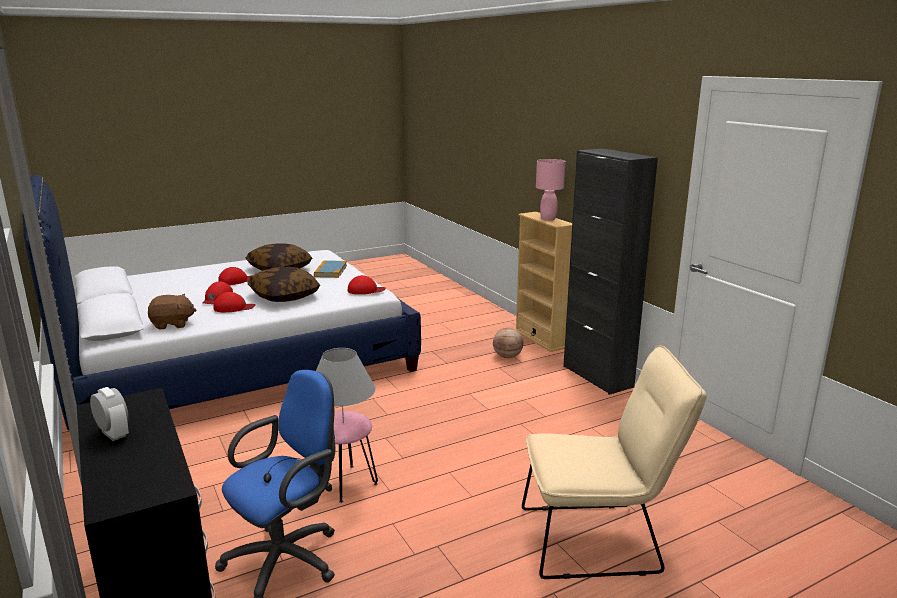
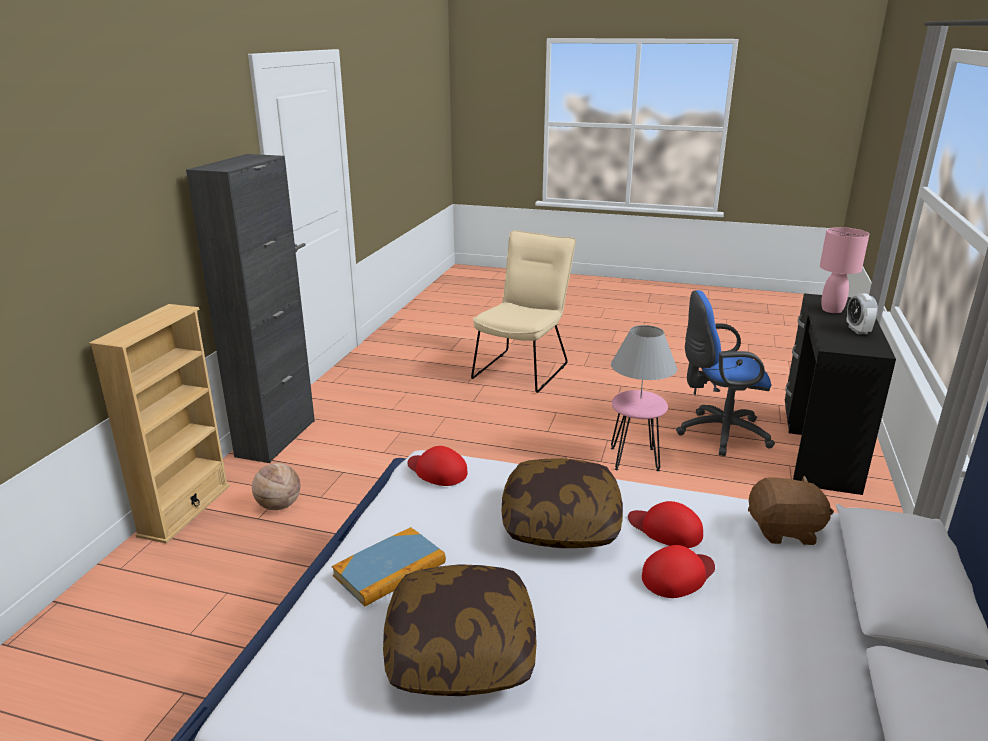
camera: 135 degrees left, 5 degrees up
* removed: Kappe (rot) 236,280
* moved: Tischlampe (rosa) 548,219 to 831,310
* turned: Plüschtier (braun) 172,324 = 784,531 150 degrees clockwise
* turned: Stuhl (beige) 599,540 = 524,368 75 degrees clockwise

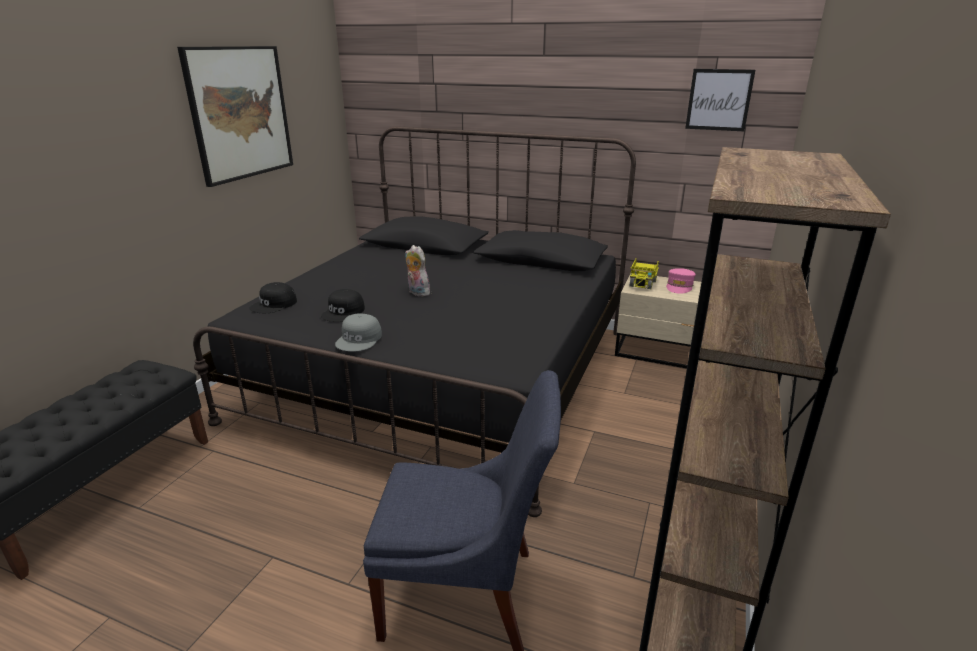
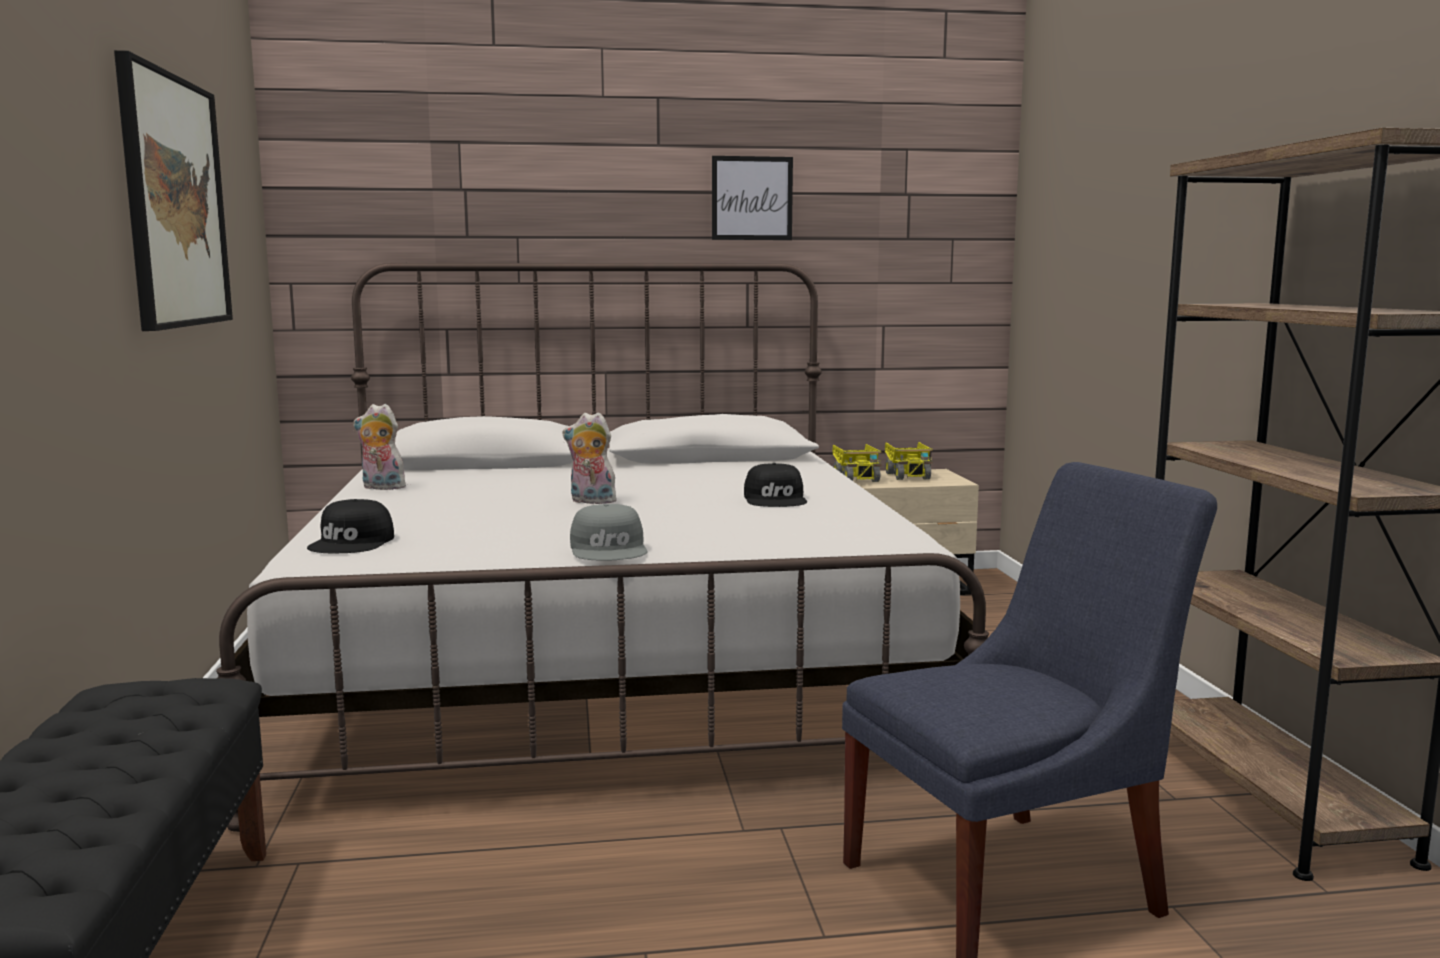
camera: 30 degrees left, 15 degrees down
* added: Plüschtier 381,488
* moved: Kappe (schwarz) 344,312 to 776,499
* moved: Bild 719,100 to 752,198
* replaced: Kappe (rosa) 679,286 to Spielzeuglaster 908,475
* recoloured: Bett (schwarz) 442,372 to Bett (weiß) 607,667

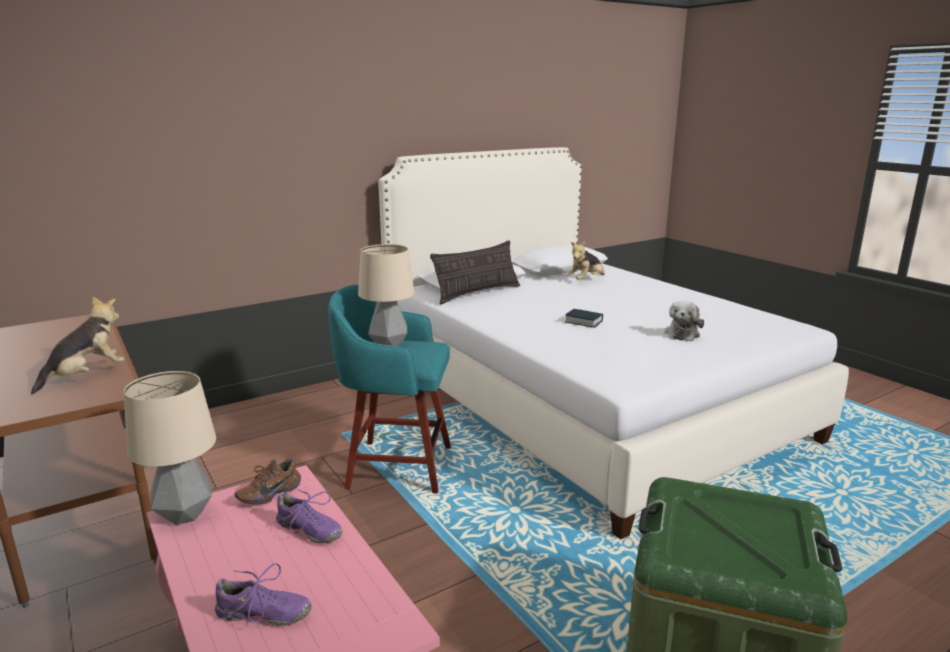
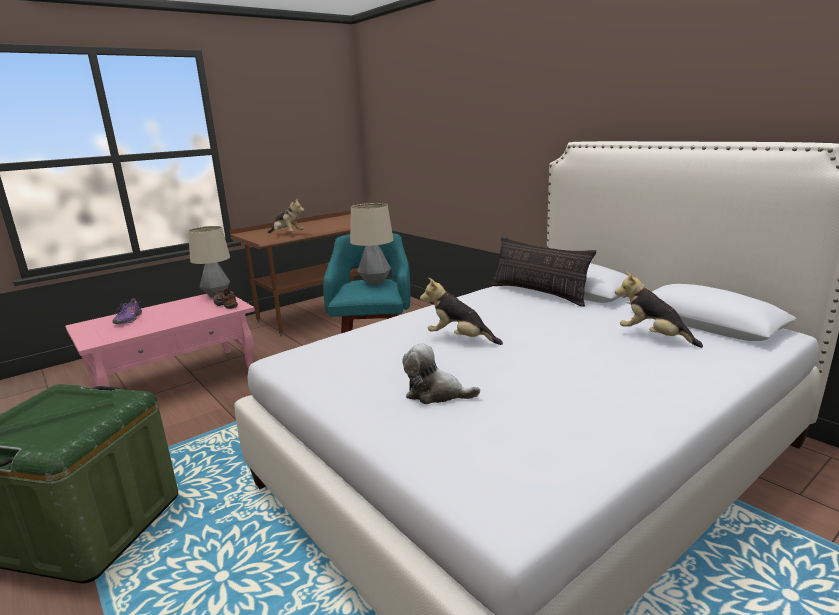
camera: 85 degrees right, 0 degrees up
* removed: Schuh (lila) 309,531
* replaced: Buch 583,322 to Plüschtier 459,339

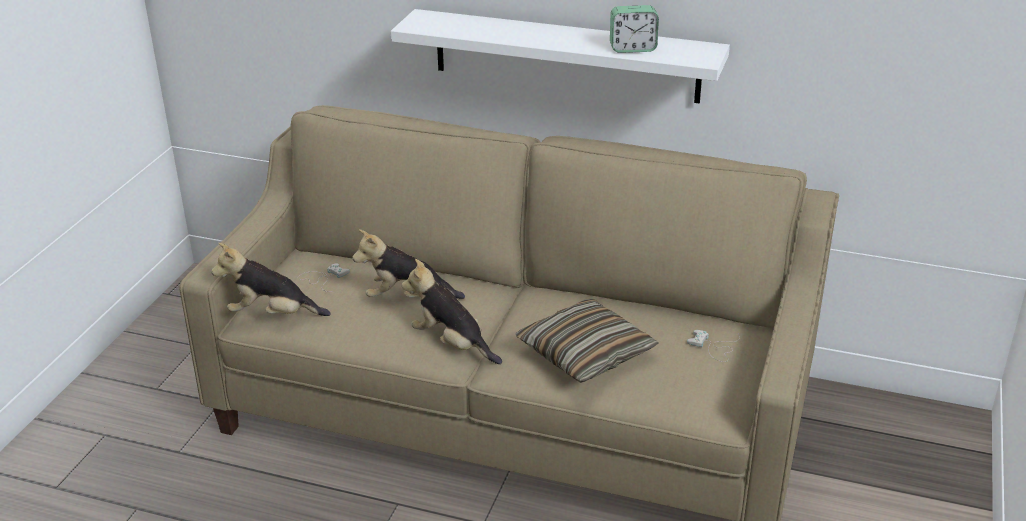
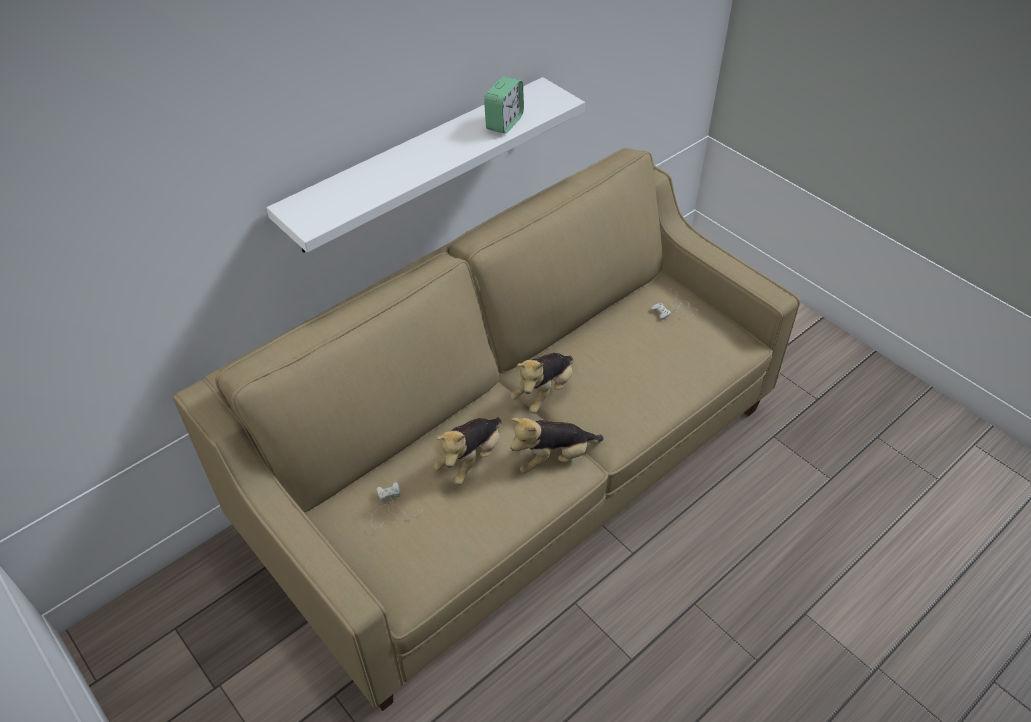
camera: 60 degrees left, 15 degrees up
* removed: Kissen 585,353
* moved: Plüschtier 272,314 to 544,392

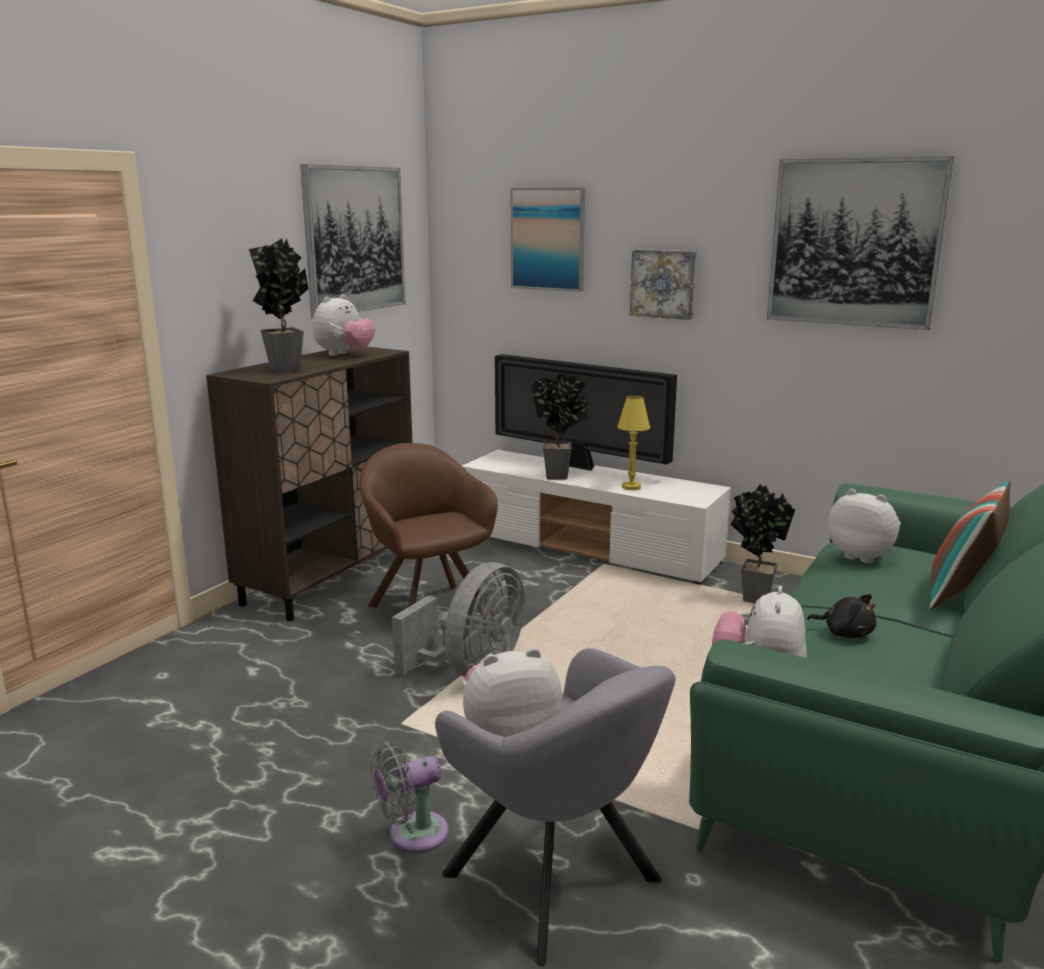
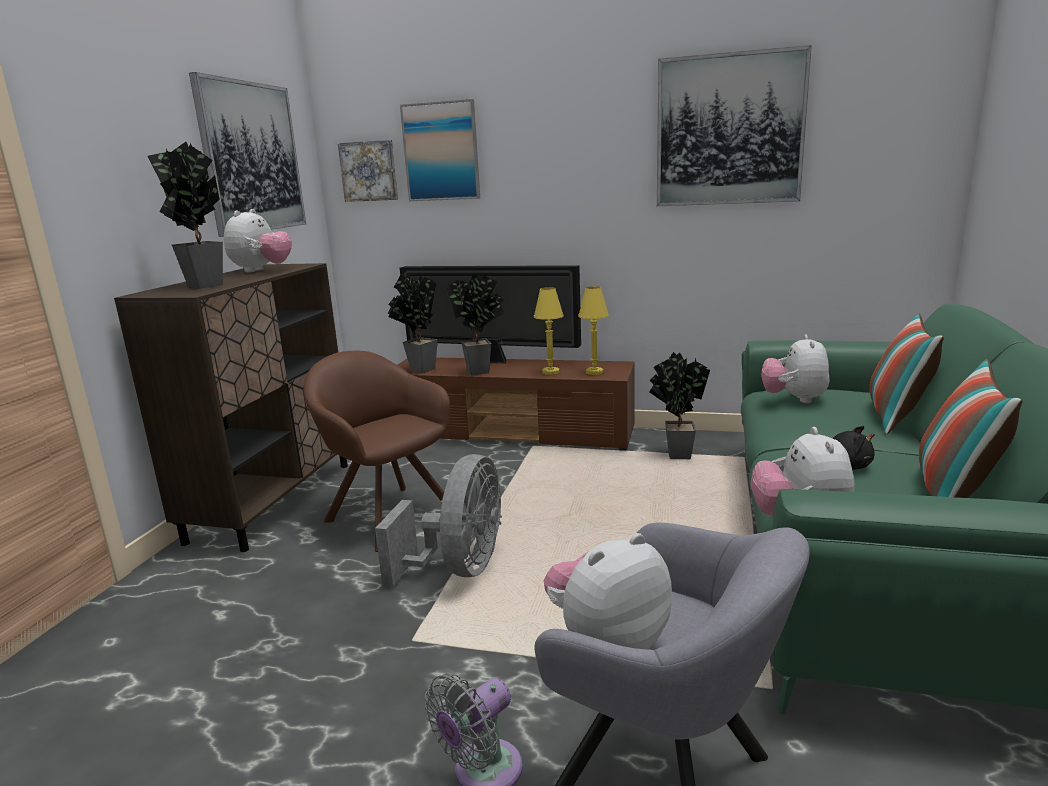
camera: 15 degrees left, 0 degrees up
* added: Topfpflanze 418,370
* added: Tischlampe (gelb) 594,372
* added: Kissen 954,495
* moved: Bild 663,283 to 369,171
* recoloured: Fernsehschrank (weiß) 591,548 to Fernsehschrank (braun) 514,434
* turned: Plüschtier 862,556 = 794,399 105 degrees counterclockwise

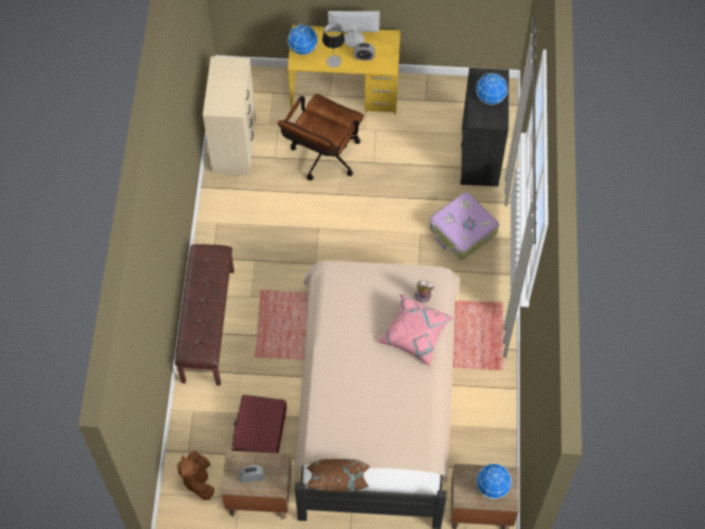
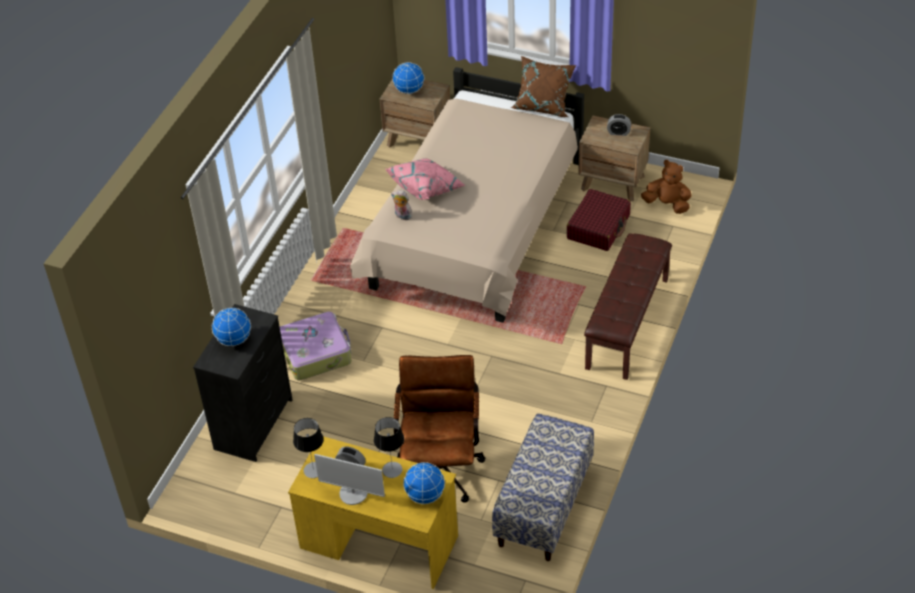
camera: 160 degrees left, 15 degrees down
* added: Tischlampe 313,470
* replaced: Kommode (beige) 235,146 to Bank 544,506
* turned: Plüschtier (braun) 198,480 = 667,204 75 degrees counterclockwise
* turned: Bürostuhl (braun) 322,159 = 440,465 45 degrees counterclockwise

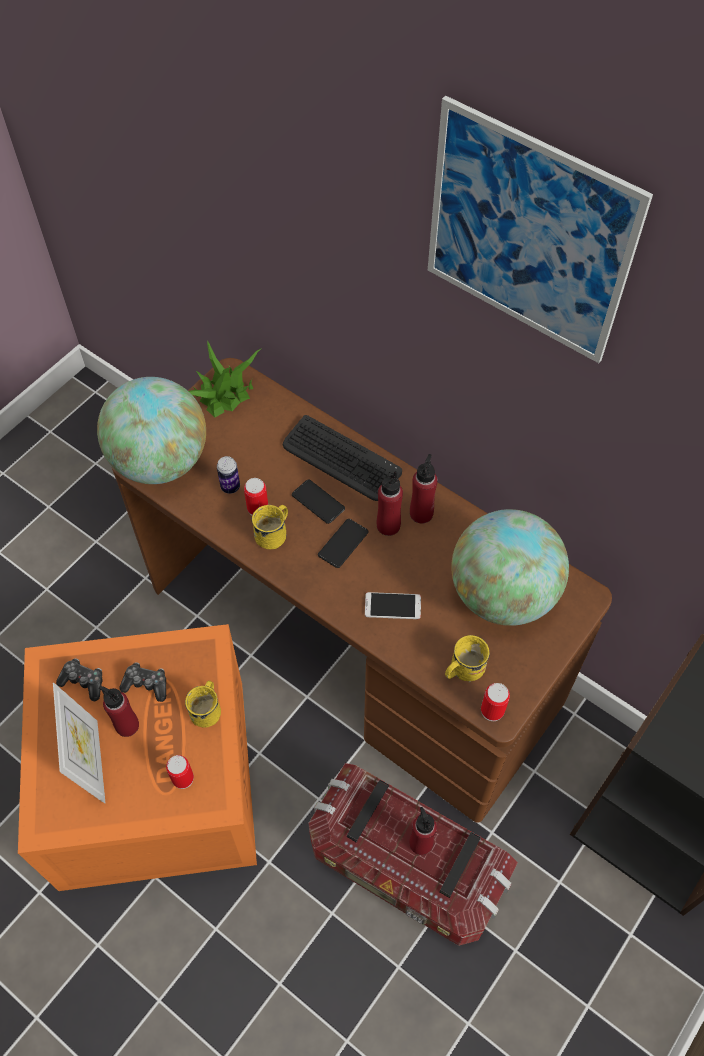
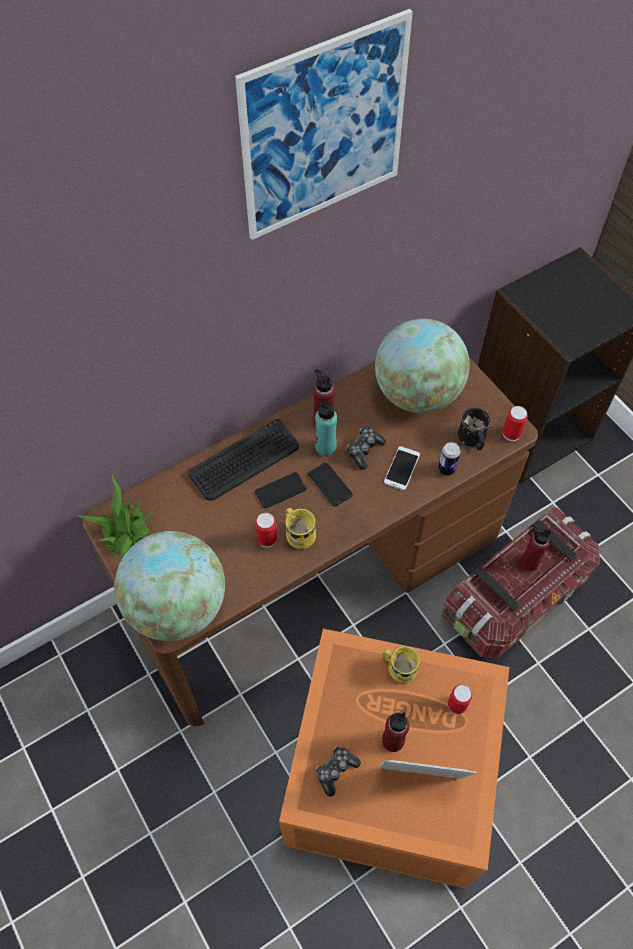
camera: 70 degrees left, 0 degrees up
* moved: Gamepad 146,684 to 364,450
* moved: Dose 230,487 to 446,469
* recoloured: Flasche (rot) 388,525 to Flasche (türkis) 325,447
* recoloured: Henkelbecher (gelb) 462,669 to Henkelbecher (schwarz) 472,440

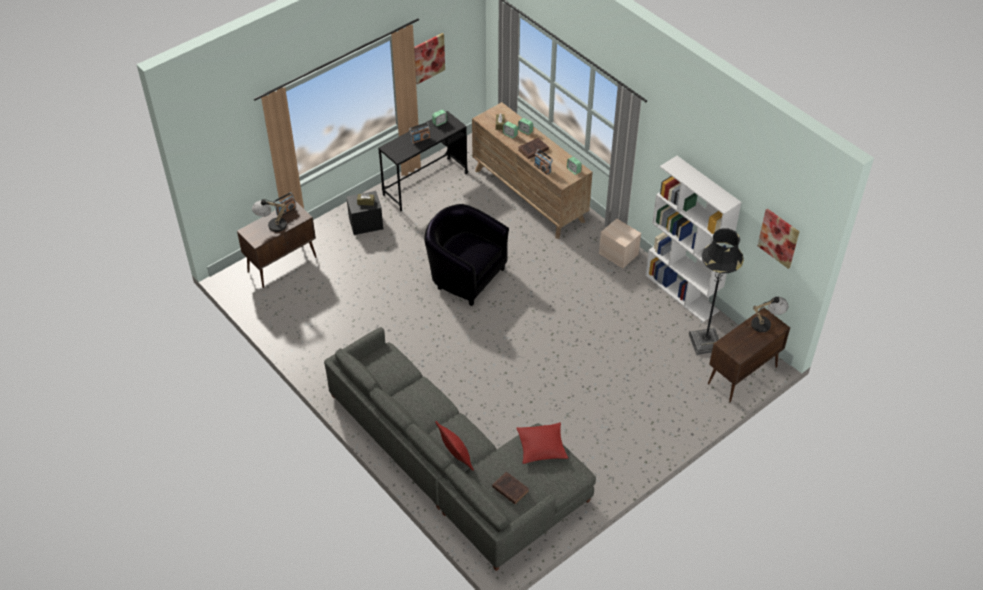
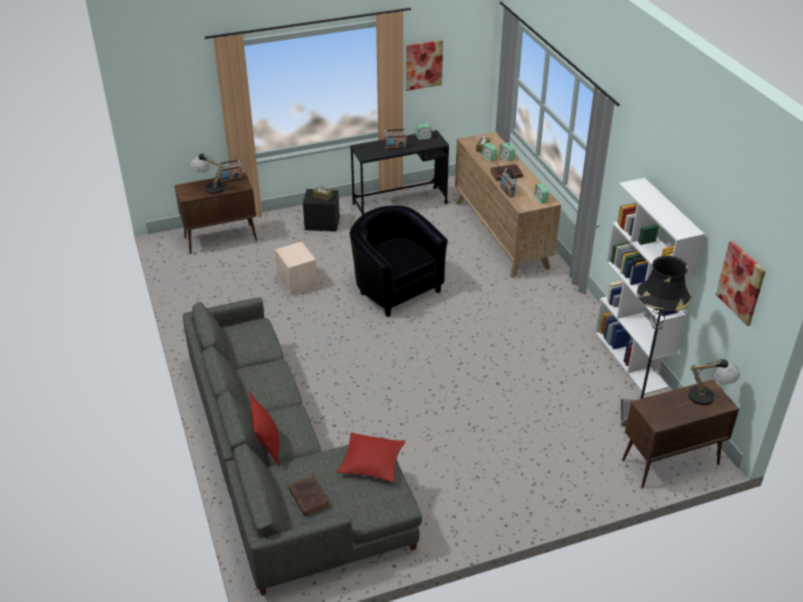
camera: 20 degrees right, 10 degrees down
* moved: Aufbewahrungsbox (beige) 619,253 to 298,282

